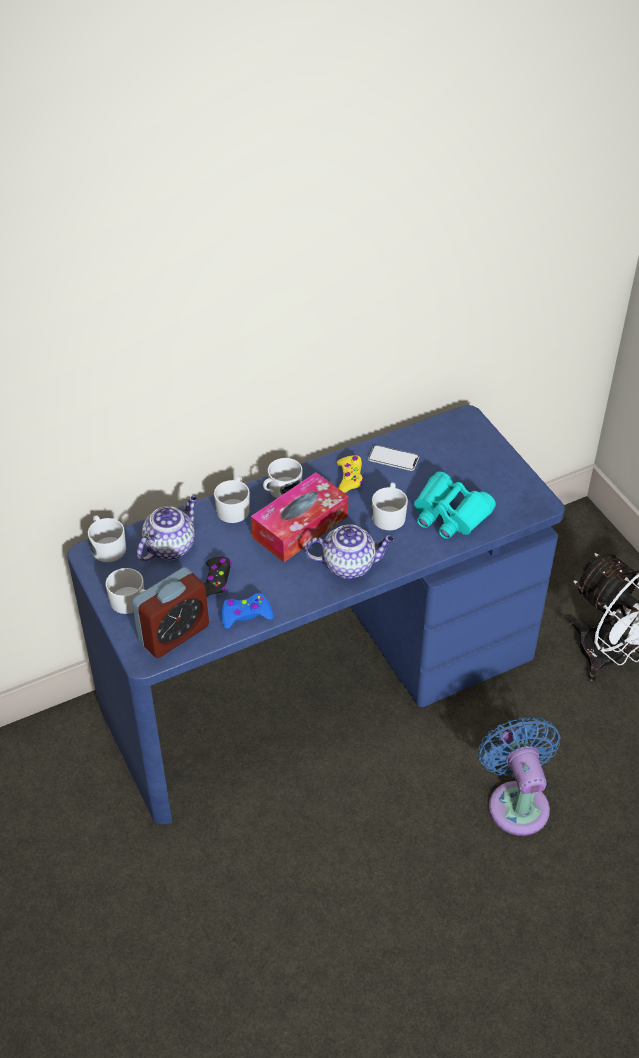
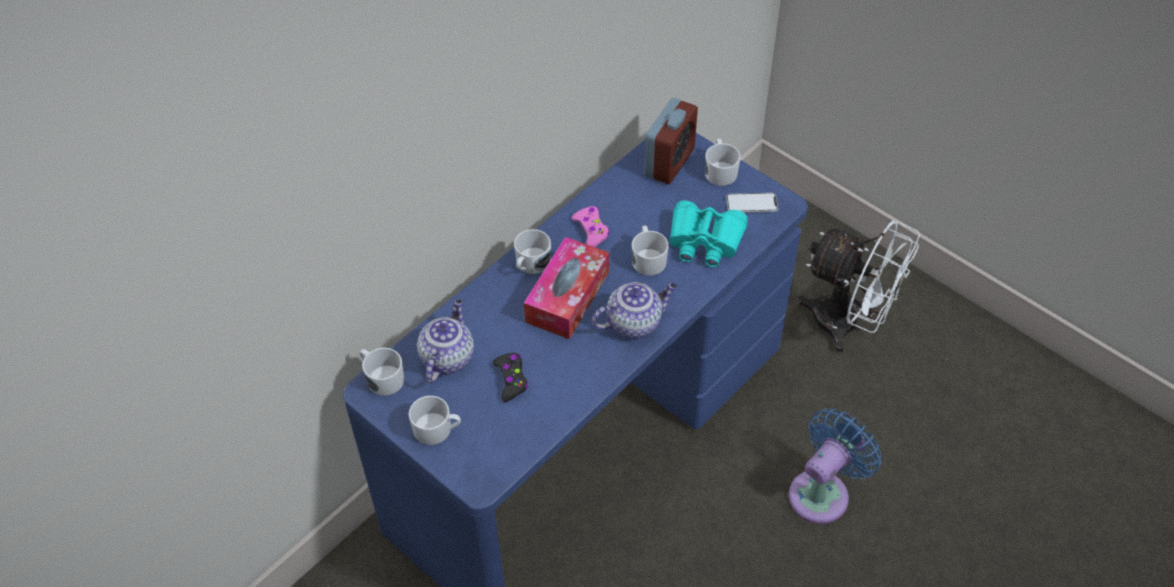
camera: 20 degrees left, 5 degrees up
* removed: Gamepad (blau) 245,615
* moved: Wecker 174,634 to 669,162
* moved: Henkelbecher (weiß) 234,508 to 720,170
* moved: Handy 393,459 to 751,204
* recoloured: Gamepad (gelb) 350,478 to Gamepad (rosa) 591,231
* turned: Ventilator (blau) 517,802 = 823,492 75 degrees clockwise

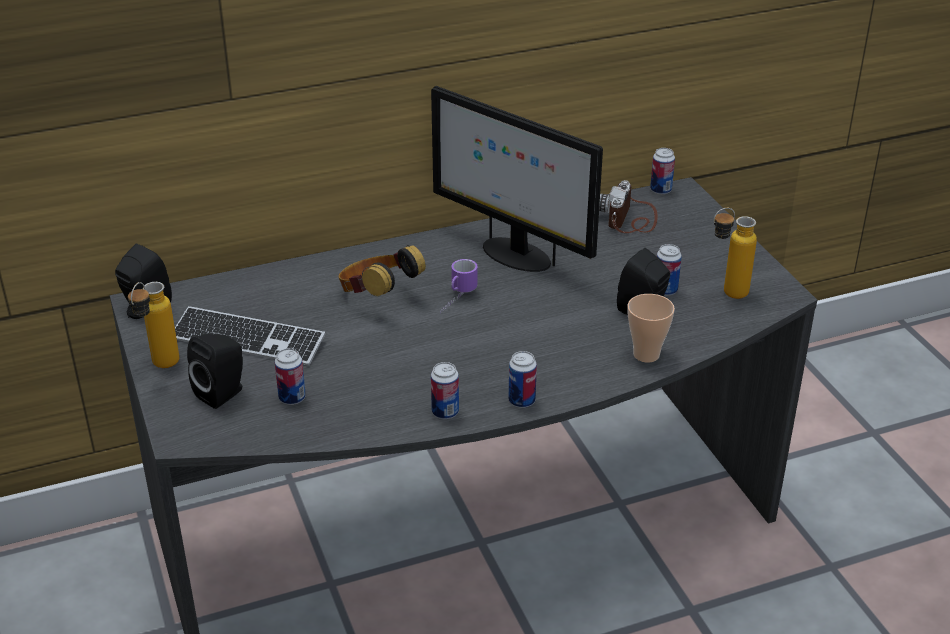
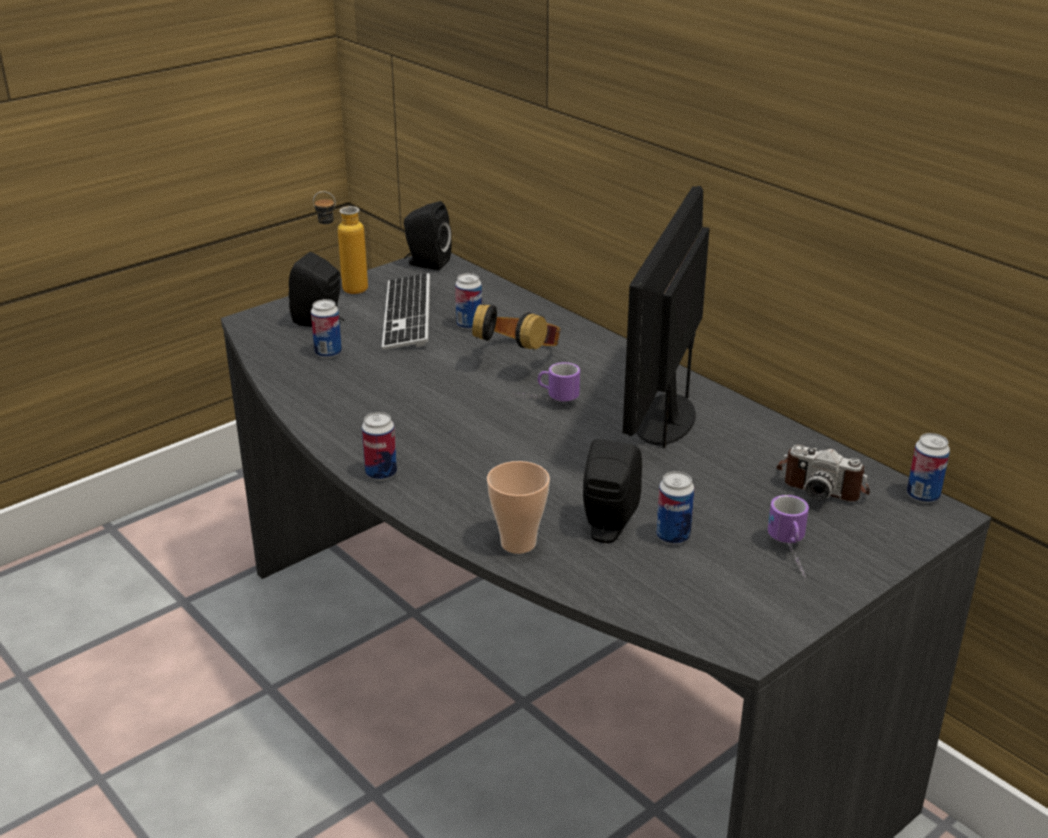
camera: 70 degrees right, 5 degrees down
* removed: Flasche 726,294
* added: Henkelbecher 791,556
* moved: Dose 445,412 to 469,325
* turned: Kamera 630,219 = 822,483 150 degrees counterclockwise

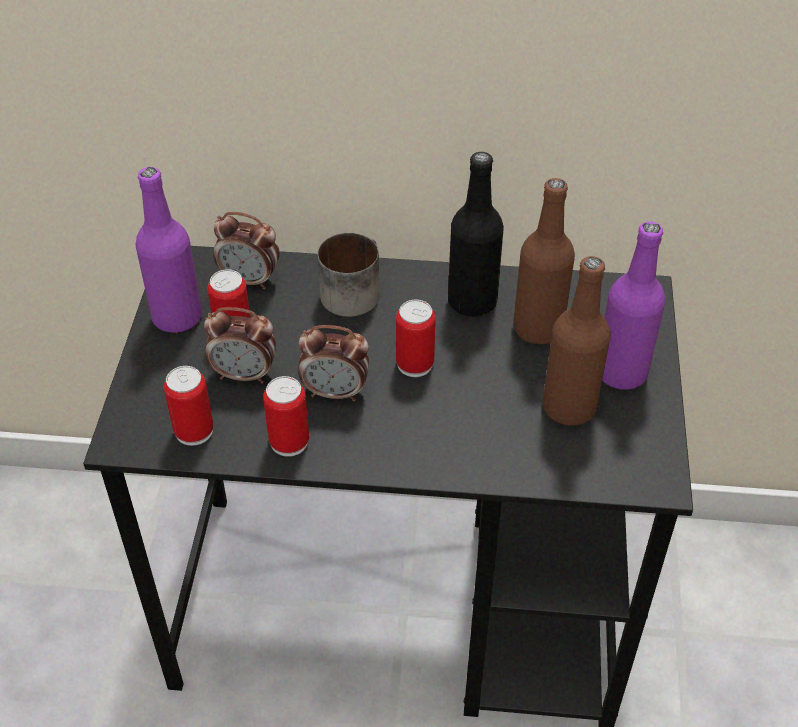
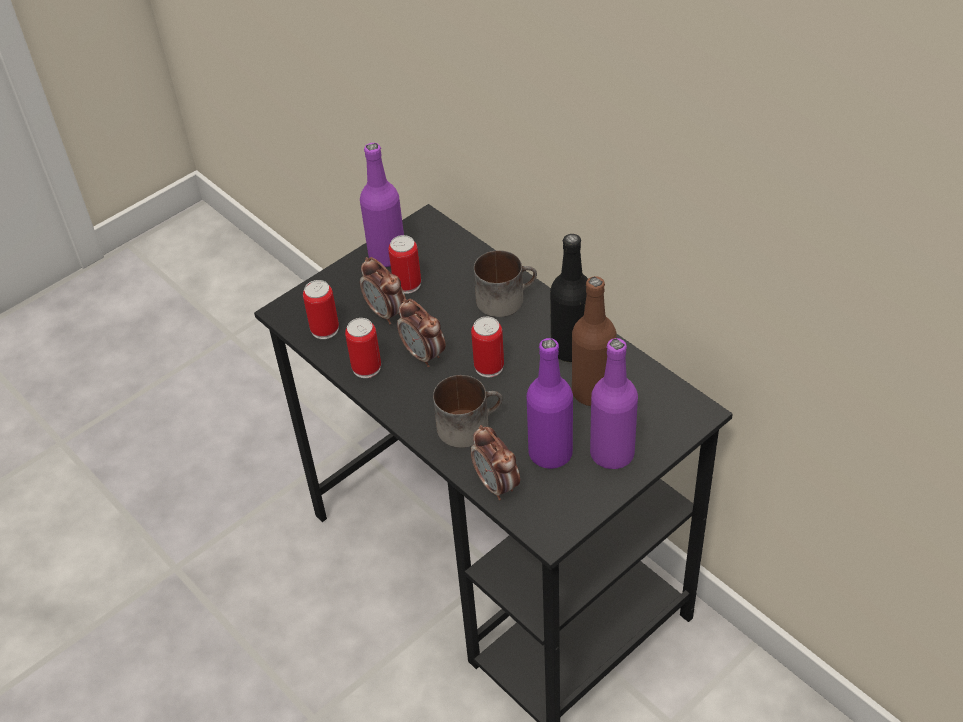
camera: 45 degrees right, 0 degrees up
* added: Henkelbecher 469,424
* moved: Wecker 250,280 to 496,485
* recoloured: Flasche (braun) 569,407 to Flasche (lila) 550,453

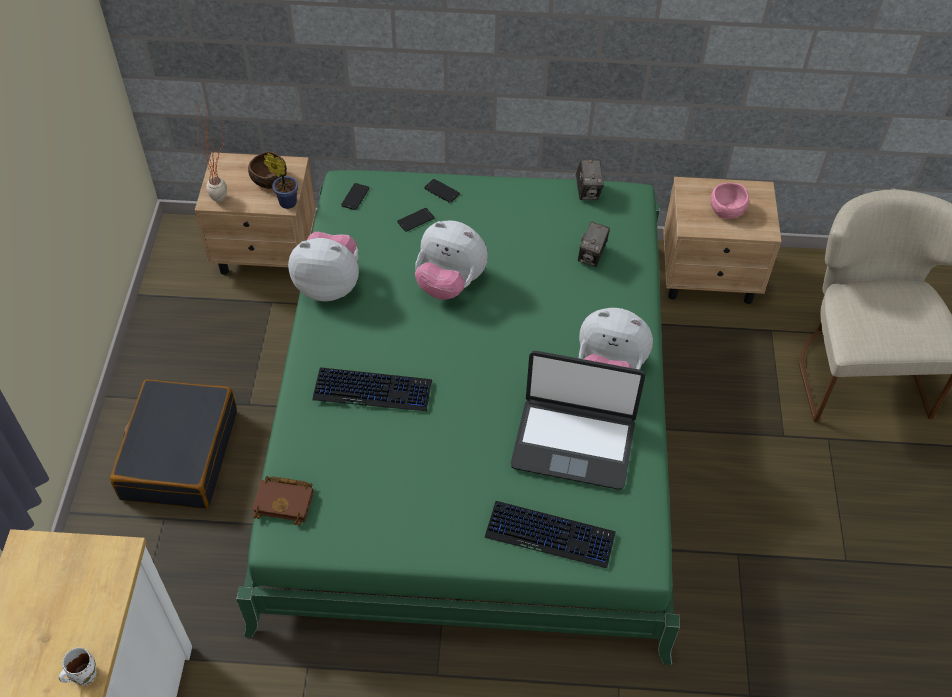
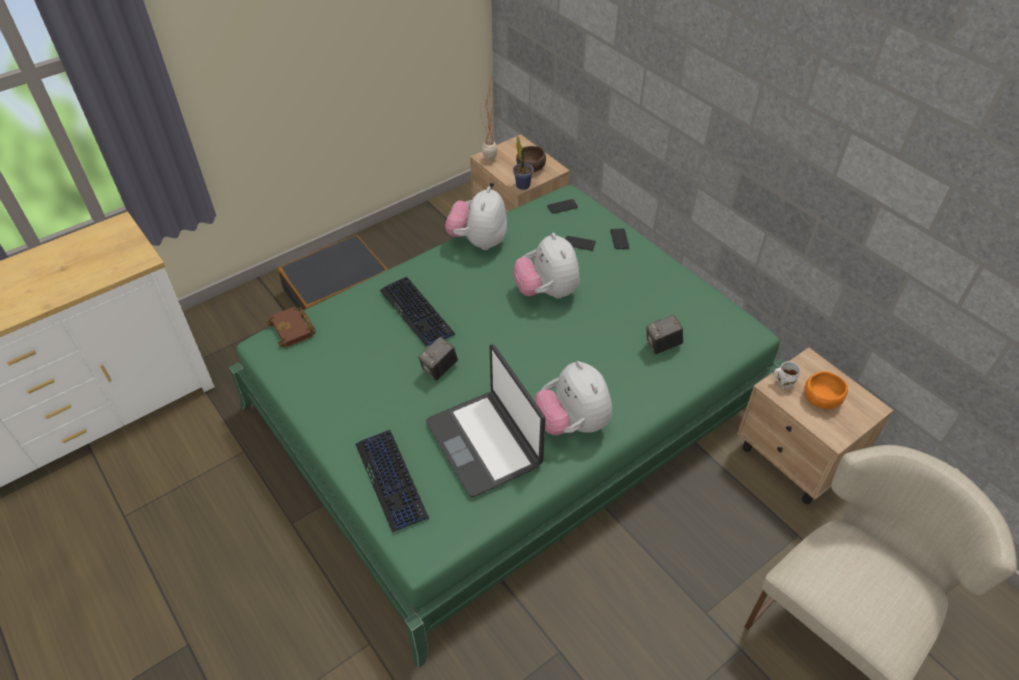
camera: 50 degrees right, 5 degrees down
* moved: Henkelbecher (weiß) 82,674 to 783,382
* moved: Kamera 588,191 to 439,369
* recoloured: Schüssel (rosa) 726,210 to Schüssel (orange) 820,398
* turned: Plüschtier 329,285 = 478,241 135 degrees counterclockwise

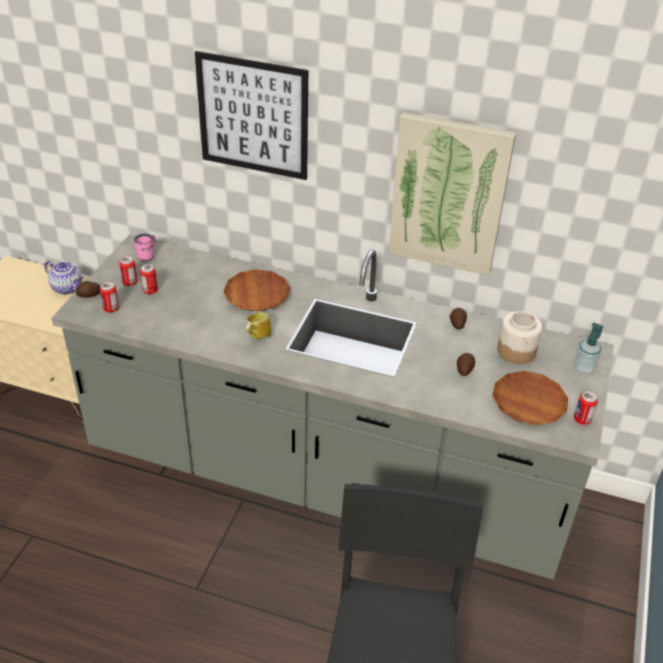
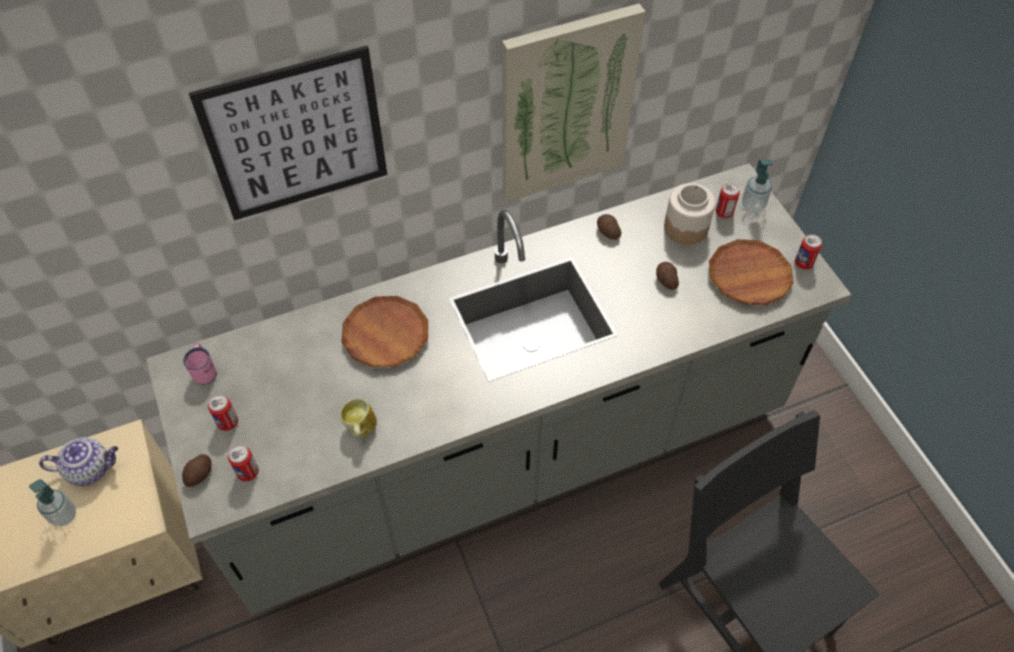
camera: 40 degrees left, 15 degrees up
* added: Seifenspender 64,516
* moved: Dose 150,291 to 724,212
* moved: Henkelbecher 257,337 to 360,430

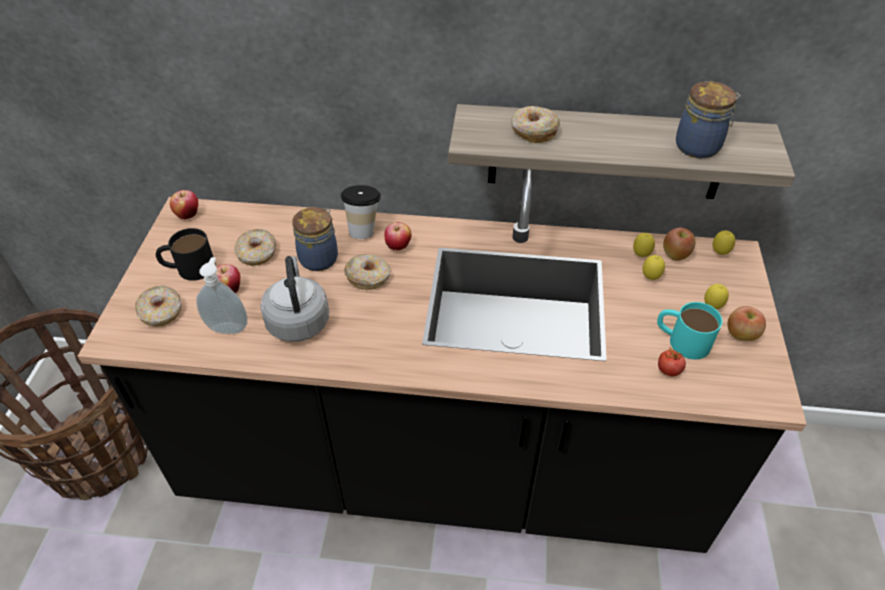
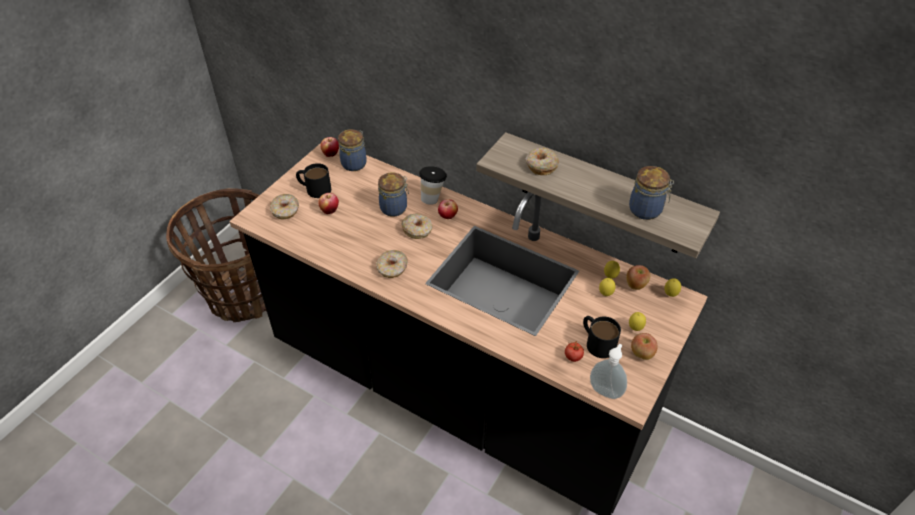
camera: 25 degrees right, 0 degrees up
* removed: Wasserkessel (grau) 298,320
* added: Vorratsglas 355,163
* moved: Seifenspender 228,327 to 606,390
* moved: Donut 257,253 to 392,268
* recoloured: Henkelbecher (türkis) 681,340 to Henkelbecher (schwarz) 597,341

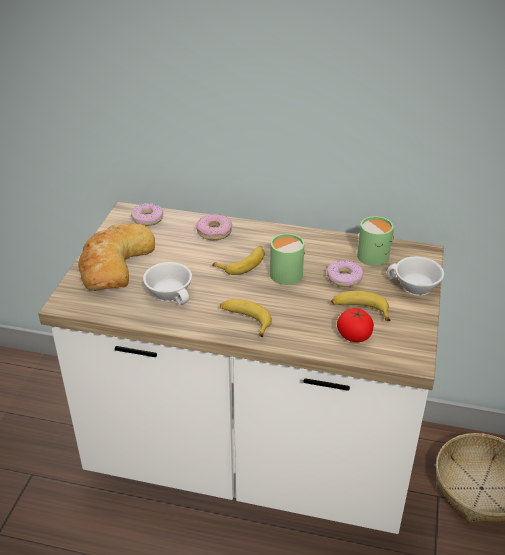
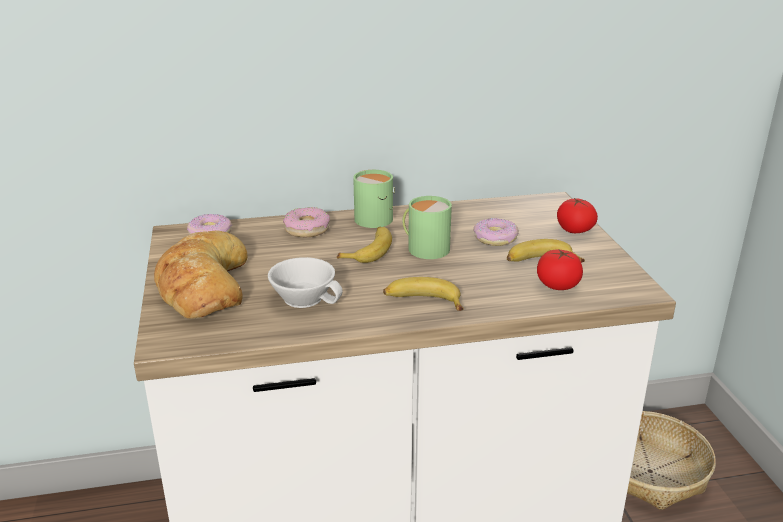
camera: 25 degrees left, 10 degrees down
* moved: Henkelbecher (grün) 376,255 to 376,218
* replaced: Tasse (weiß) 414,287 to Tomate 574,230

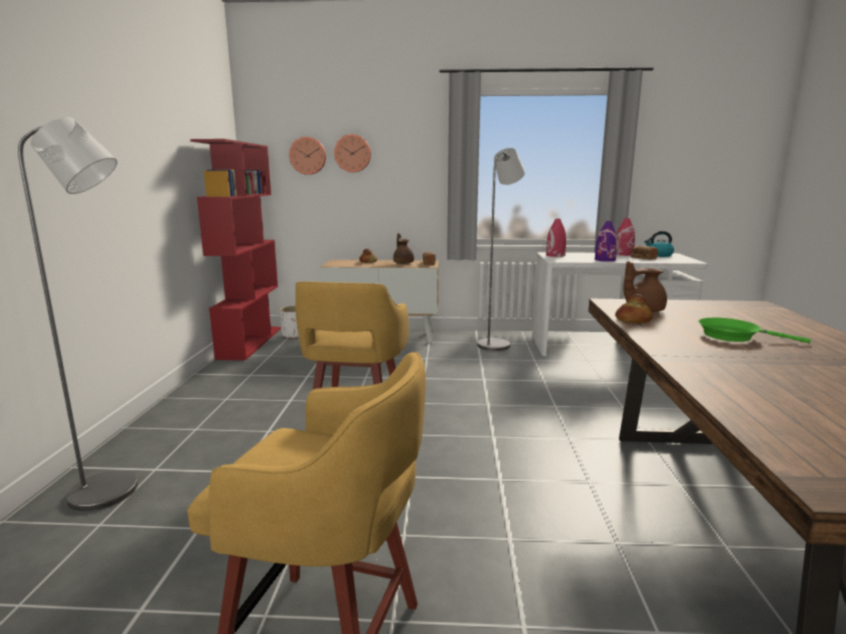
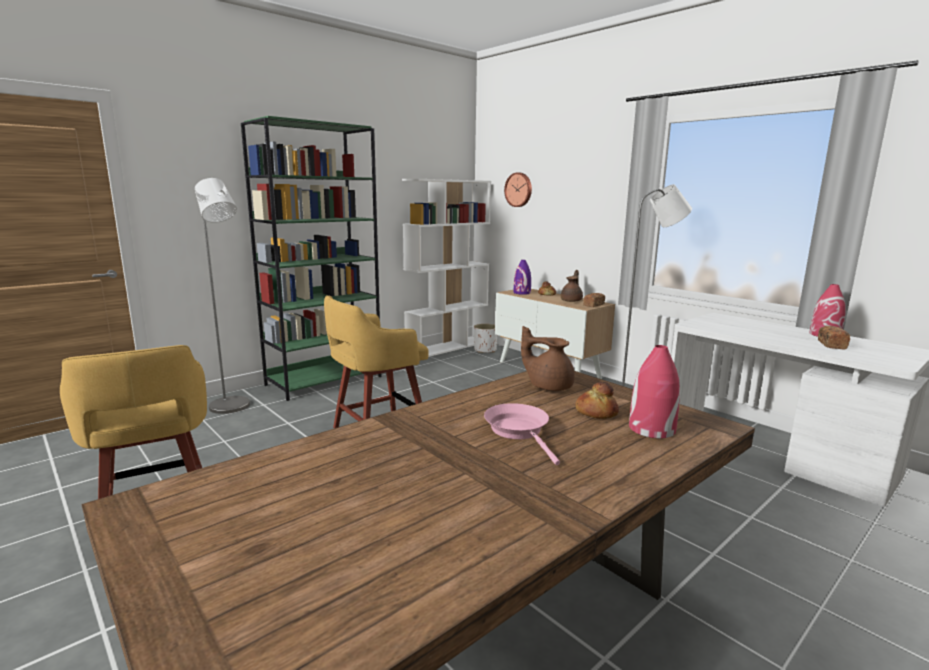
camera: 45 degrees right, 0 degrees up
* removed: Wanduhr 352,153
* removed: Wasserkessel 658,255
* added: Bücherregal (grün) 324,380
* moved: Vase (rot) 555,255 to 651,429
* moved: Vase (lila) 605,260 to 522,293
* moved: Brot 633,320 to 595,412
* recoloured: Bücherregal (rot) 250,342 to Bücherregal (weiß) 447,347
* recoloured: Pfanne (grün) 733,336 to Pfanne (rosa) 519,431

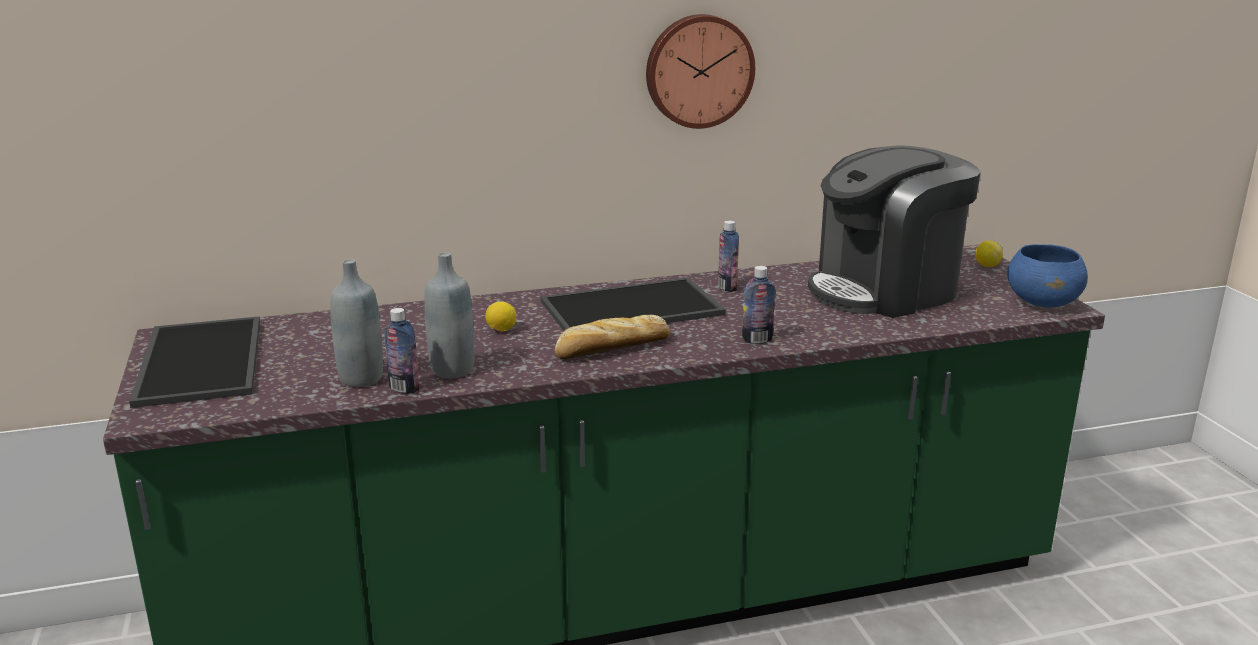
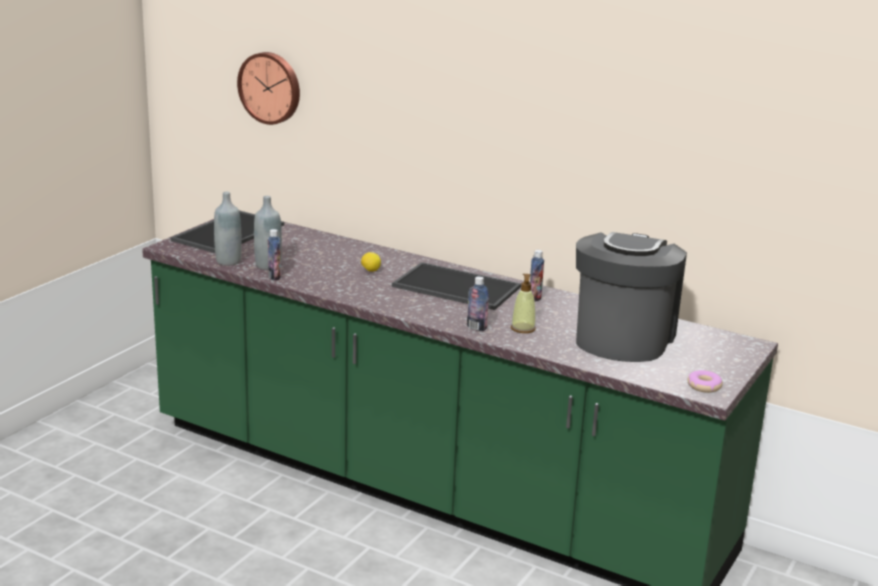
camera: 45 degrees right, 0 degrees up
* removed: Brot 611,348
* removed: Zitrone 987,265
* added: Seifenspender 523,328
* moved: Flasche (grau) 452,370 to 228,261
* moved: Wanduhr 698,70 to 271,87
* replaced: Schüssel (blau) 1043,303 to Donut 704,386
* turned: Kaffeemaschine 885,290 = 622,338 90 degrees clockwise

